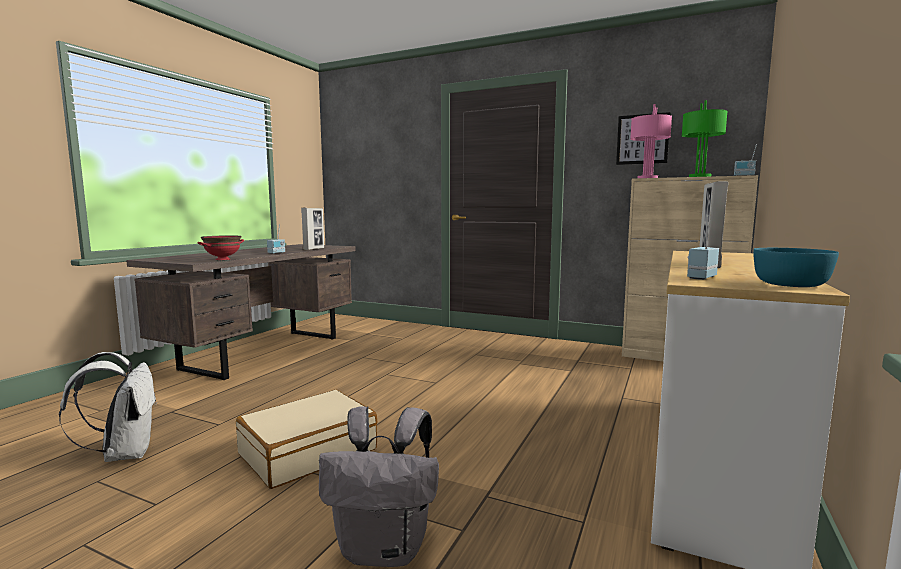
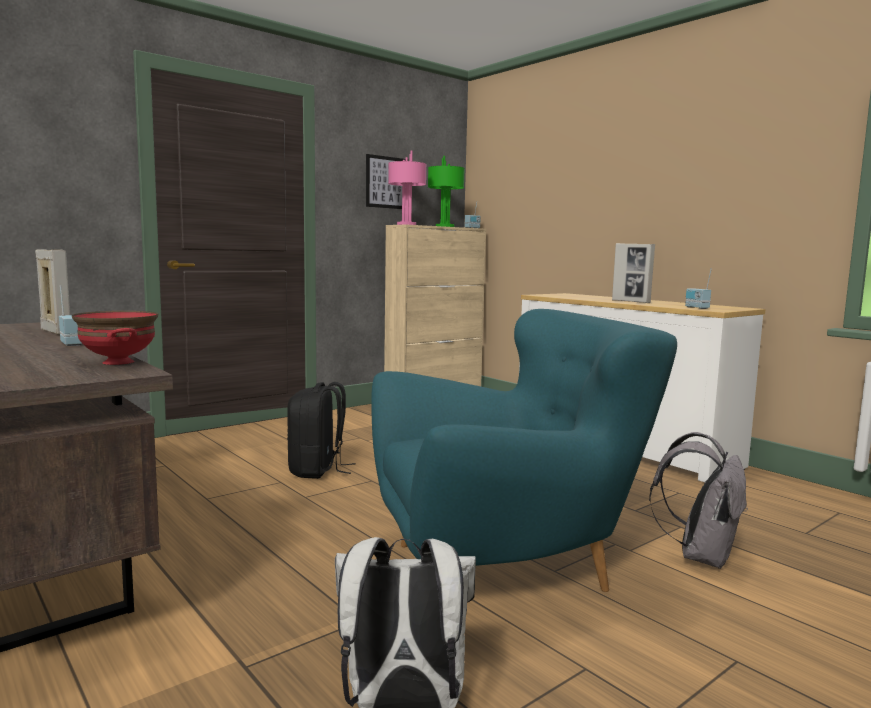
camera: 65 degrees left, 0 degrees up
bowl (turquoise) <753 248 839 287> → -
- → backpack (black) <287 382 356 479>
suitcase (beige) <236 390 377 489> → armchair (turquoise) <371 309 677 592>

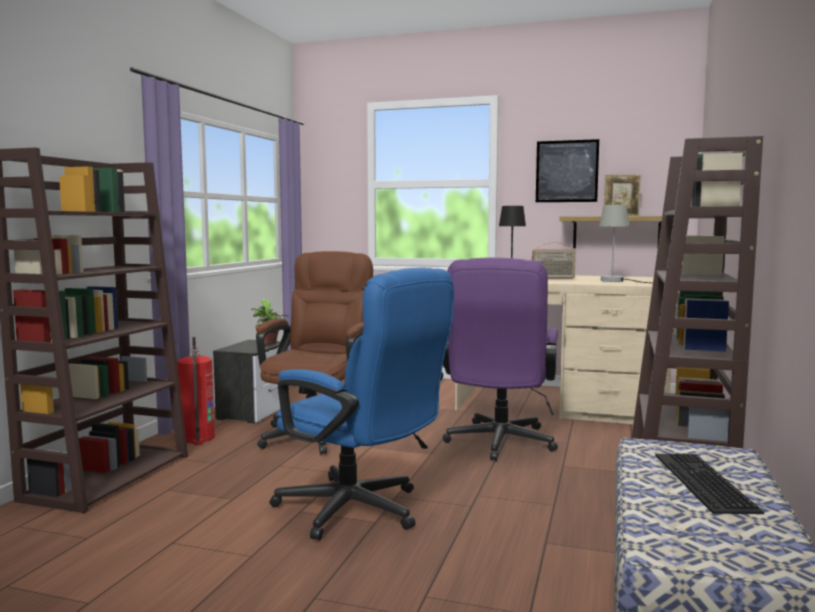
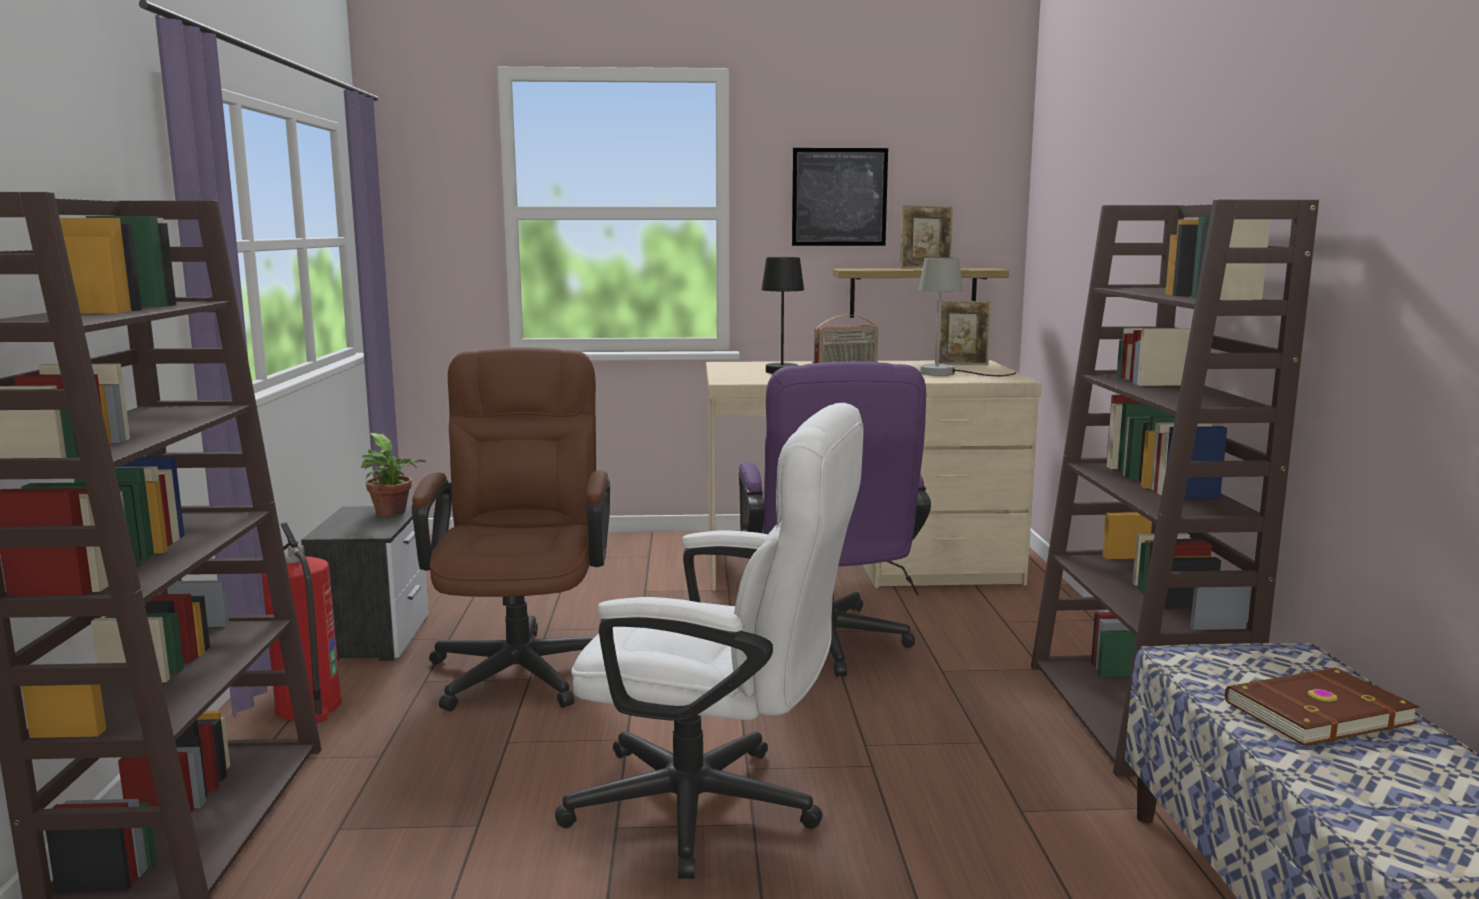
camera: 20 degrees left, 5 degrees up
- → picture frame <935 300 991 365>
keyboard <655 454 764 514> → book (brown) <1225 668 1420 746>
office chair (blue) <270 267 454 540> → office chair (white) <555 403 863 879>

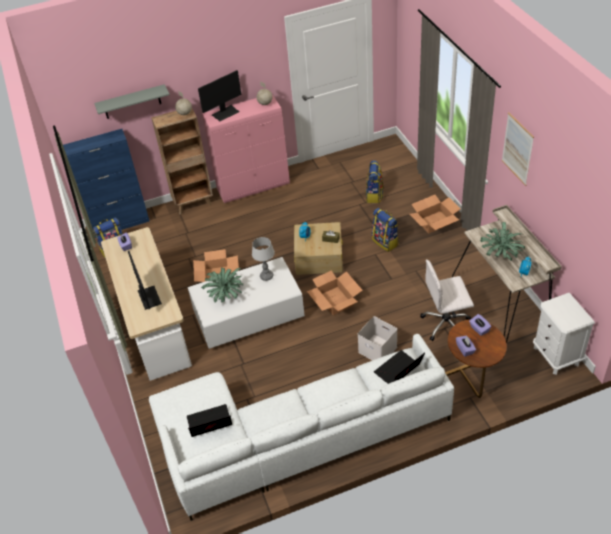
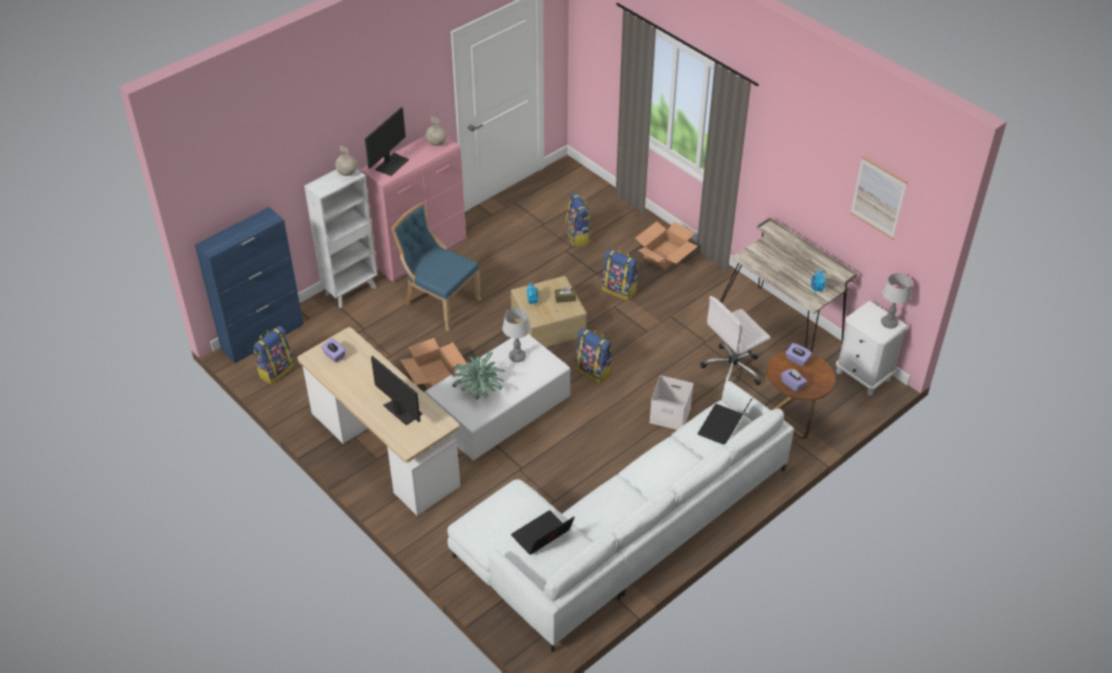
camera: 25 degrees left, 0 degrees up
shelf (grey) <94 84 170 119> → -
potted plant <480 222 525 261> → -
- → chair (blue) <391 202 482 331>
- → table lamp <881 273 912 328>
picture <502 112 534 186> → picture <850 156 907 239>, shifted
cardboard box <307 270 363 315> → backpack <575 328 612 384>
bookcase (brown) <151 109 213 215> → bookcase (white) <304 169 378 308>

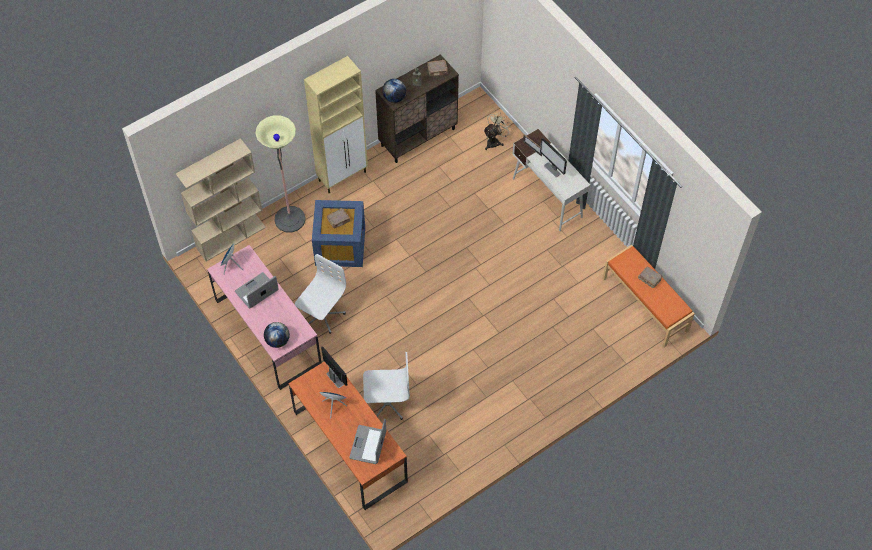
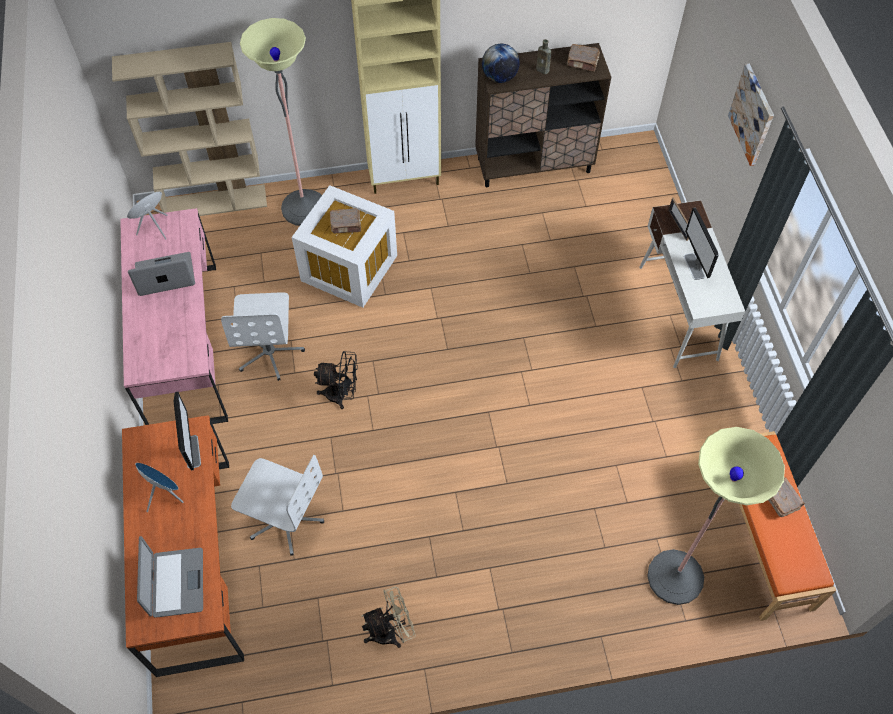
camera: 25 degrees right, 0 degrees up
globe <264 322 290 348> → -
- → fan (black) <314 351 358 409>
- → floor lamp <647 427 785 605>
- → picture <728 64 774 166>
fan (beige) <483 111 512 150> → fan (beige) <361 587 416 648>, shifted
storage box (blue) <312 200 365 267> → storage box (white) <292 185 397 308>
office chair (white) <295 254 346 334> → office chair (white) <221 292 305 381>, 120 degrees clockwise
laptop <349 419 387 464> → laptop <137 536 203 618>, 135 degrees clockwise

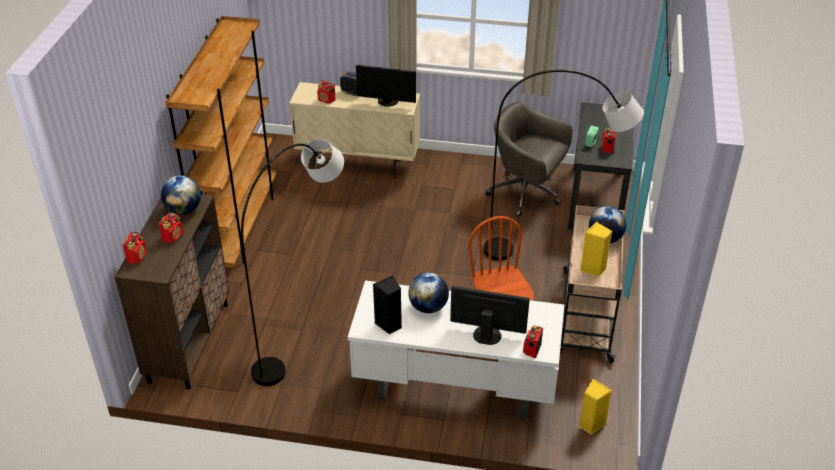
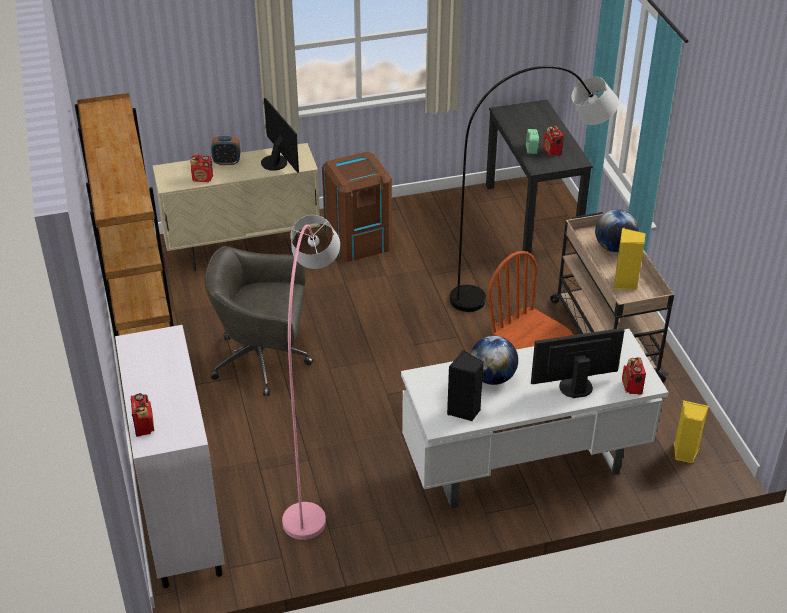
camera: 25 degrees left, 0 degrees up
radio <158 212 183 243> → -
globe <161 175 201 215> → -
- → trash can (brown) <322 152 392 262>
office chair (grey) <485 102 573 217> → office chair (grey) <204 246 313 396>, shifted
cabinet (brown) <115 195 229 389> → cabinet (white) <115 325 225 588>
floor lamp (grey) <241 139 344 386> → floor lamp (pink) <282 215 340 540>
monitor <356 65 416 107> → monitor <261 98 299 173>, 105 degrees counterclockwise

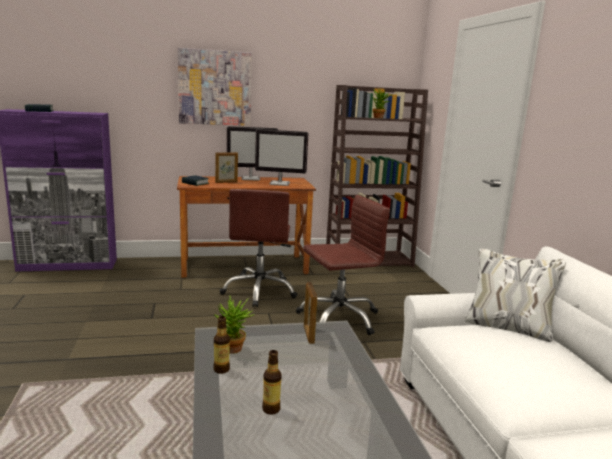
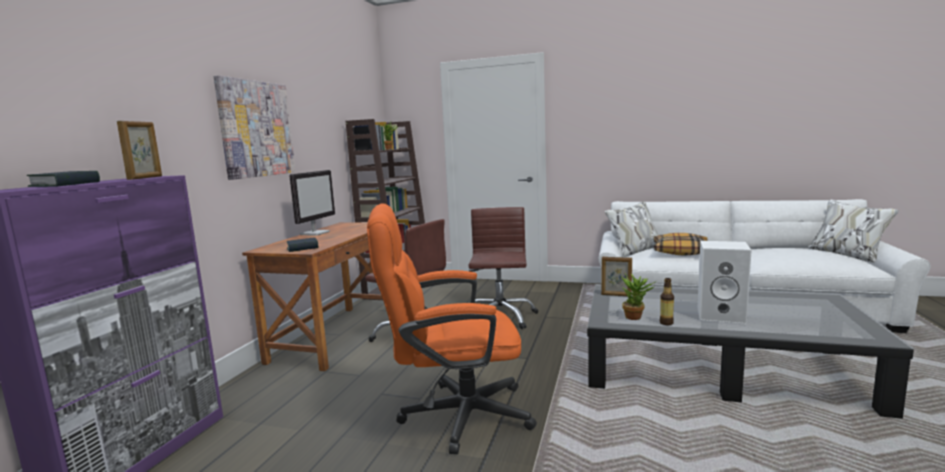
camera: 60 degrees left, 5 degrees down
monitor <255 129 308 186> → -
- → office chair (orange) <367 203 537 454>
- → pillow <654 233 707 255>
picture frame <215 152 238 183> → picture frame <117 121 162 180>, shifted
bottle <262 350 282 415> → speaker (white) <697 241 752 324>

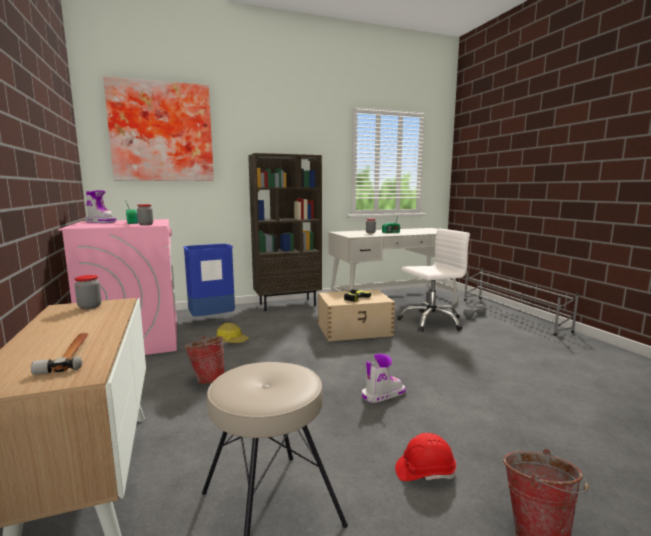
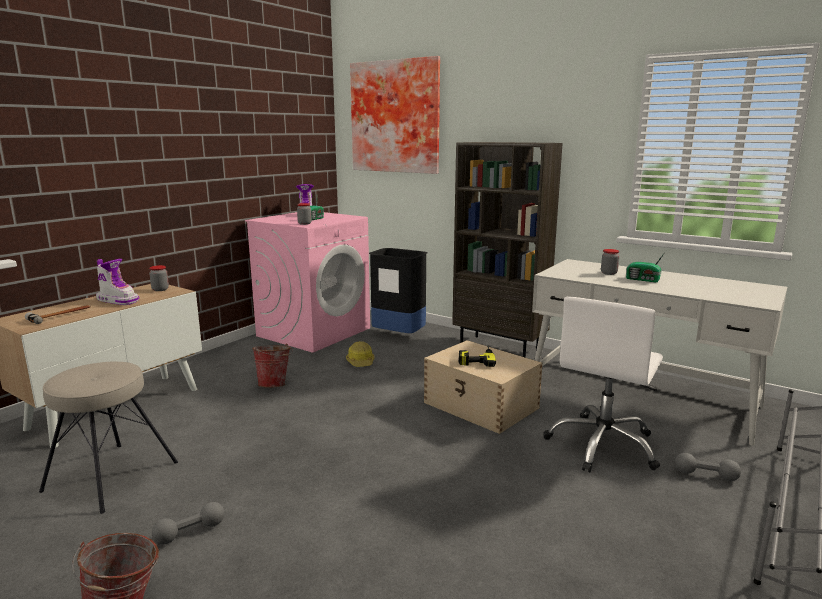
camera: 55 degrees right, 5 degrees up
boot <362 354 406 403> → boot <96 259 139 305>, shifted
hard hat (red) <395 433 456 481> → dumbbell (grey) <152 502 224 545>
trash can (blue) <183 244 235 316> → trash can (black) <369 248 428 333>
office chair (white) <397 229 470 332> → office chair (white) <543 296 663 472>, 90 degrees clockwise

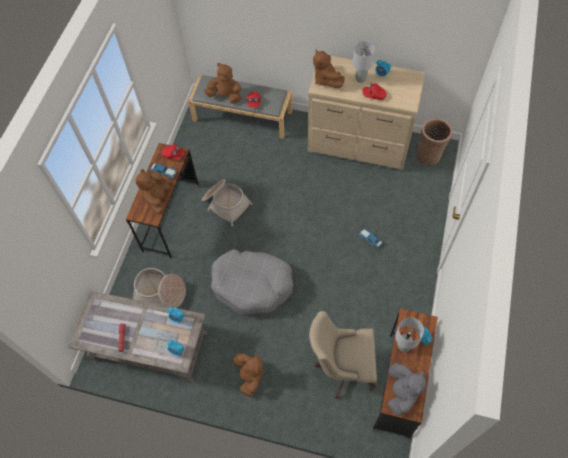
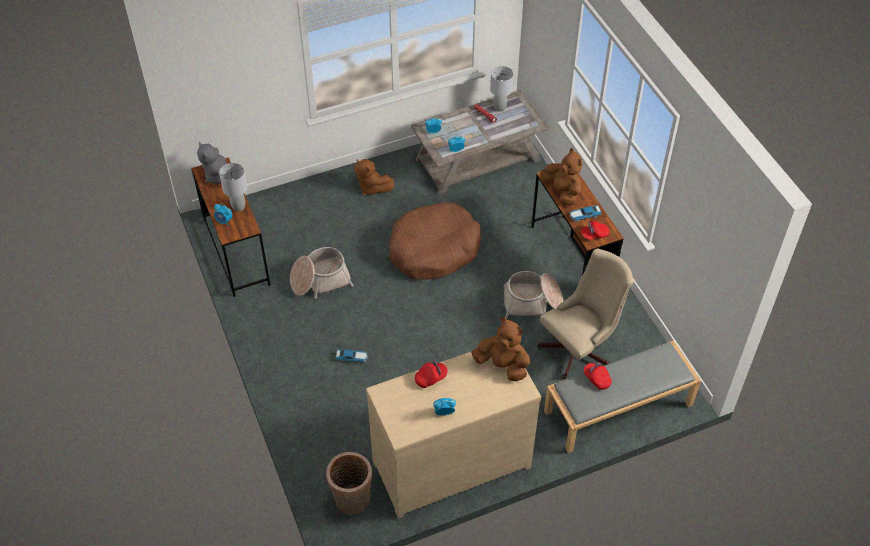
camera: 140 degrees right, 10 degrees down
plush toy (brown) <204 63 241 104> → -
basket <133 268 186 308> → basket <290 247 354 299>, shifted
office chair (beige) <309 311 377 398> → office chair (beige) <537 248 634 379>, shifted
table lamp (grey) <353 41 375 83> → table lamp (grey) <490 66 513 112>, shifted
dog bed (grey) <211 249 294 315> → dog bed (brown) <389 202 481 280>

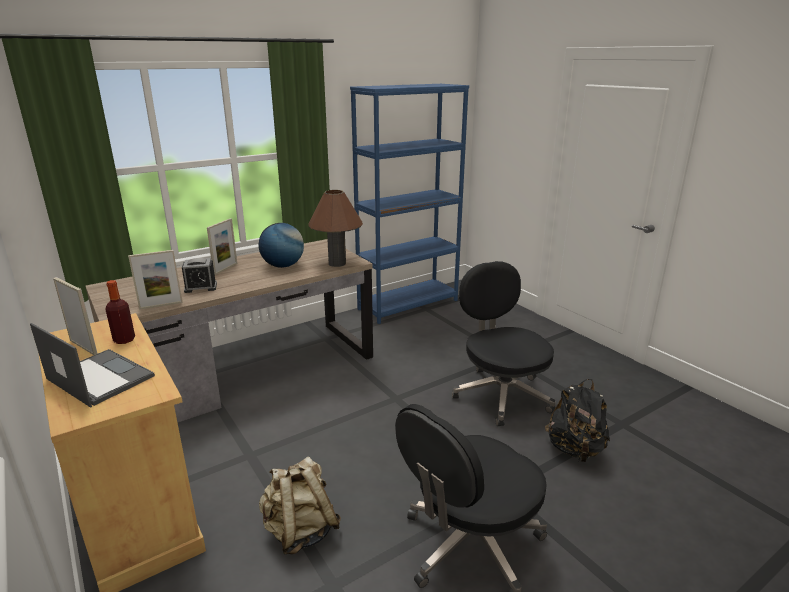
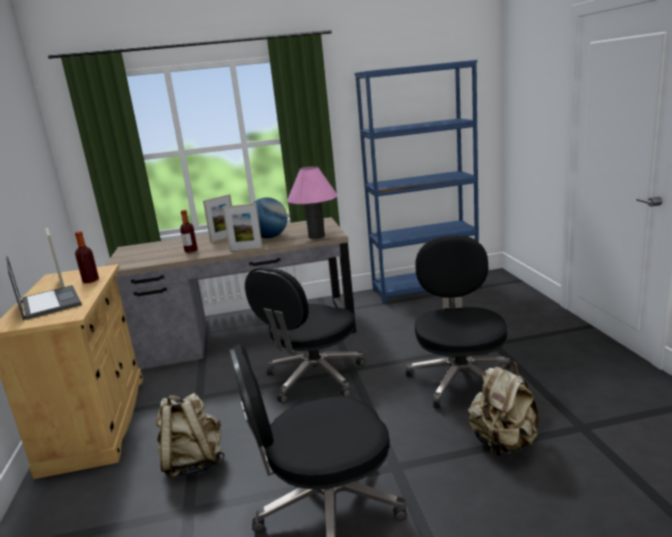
camera: 25 degrees right, 5 degrees down
- → office chair (black) <245 267 365 404>
picture frame <128 250 183 310> → picture frame <222 203 263 252>, shifted
alarm clock <182 258 217 293> → bottle <180 210 197 253>
table lamp (brown) <308 190 363 267> → table lamp (pink) <287 166 338 239>
backpack (black) <545 379 610 462> → backpack (beige) <468 362 539 456>

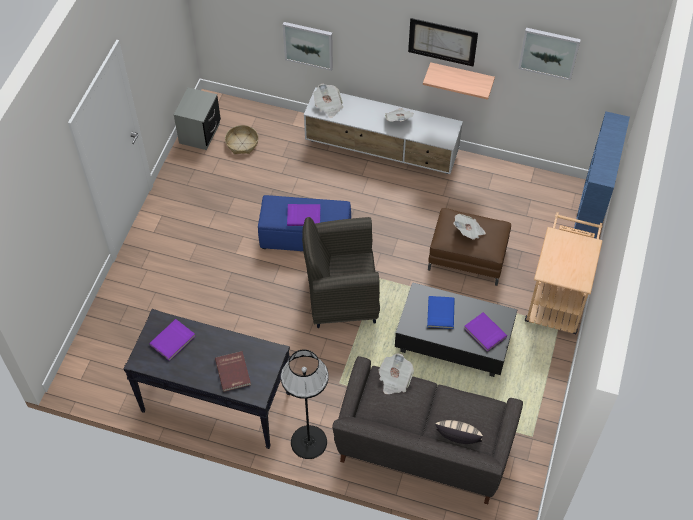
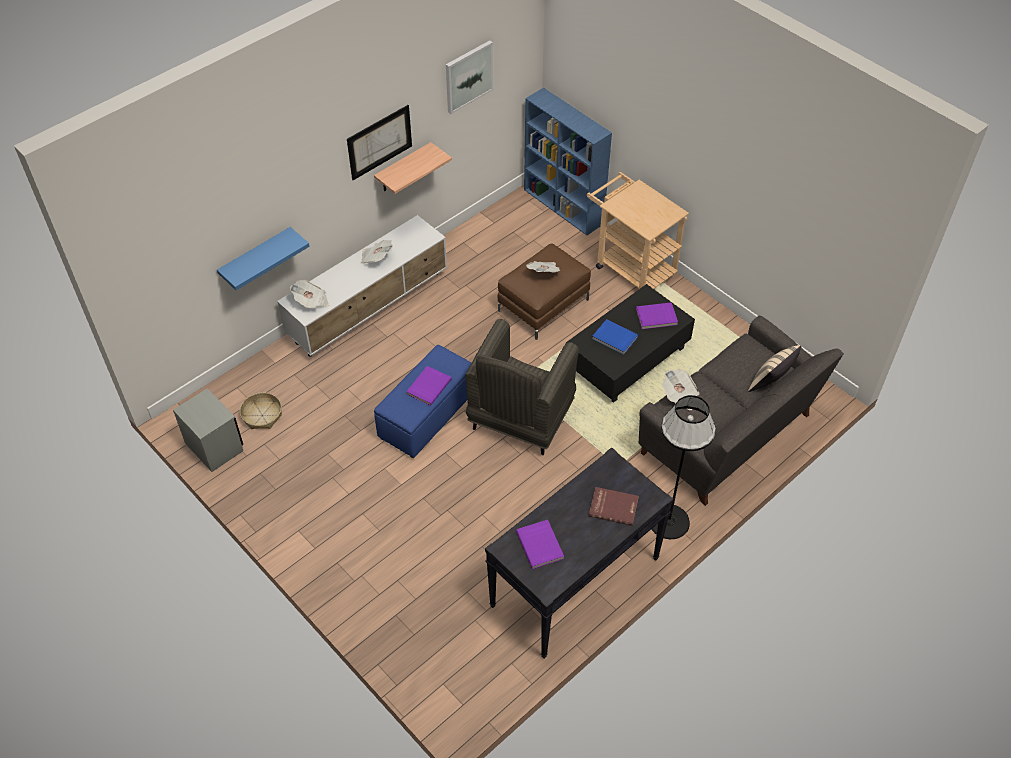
camera: 60 degrees left, 5 degrees down
picture <283 22 333 71> → shelf (blue) <217 227 310 290>

